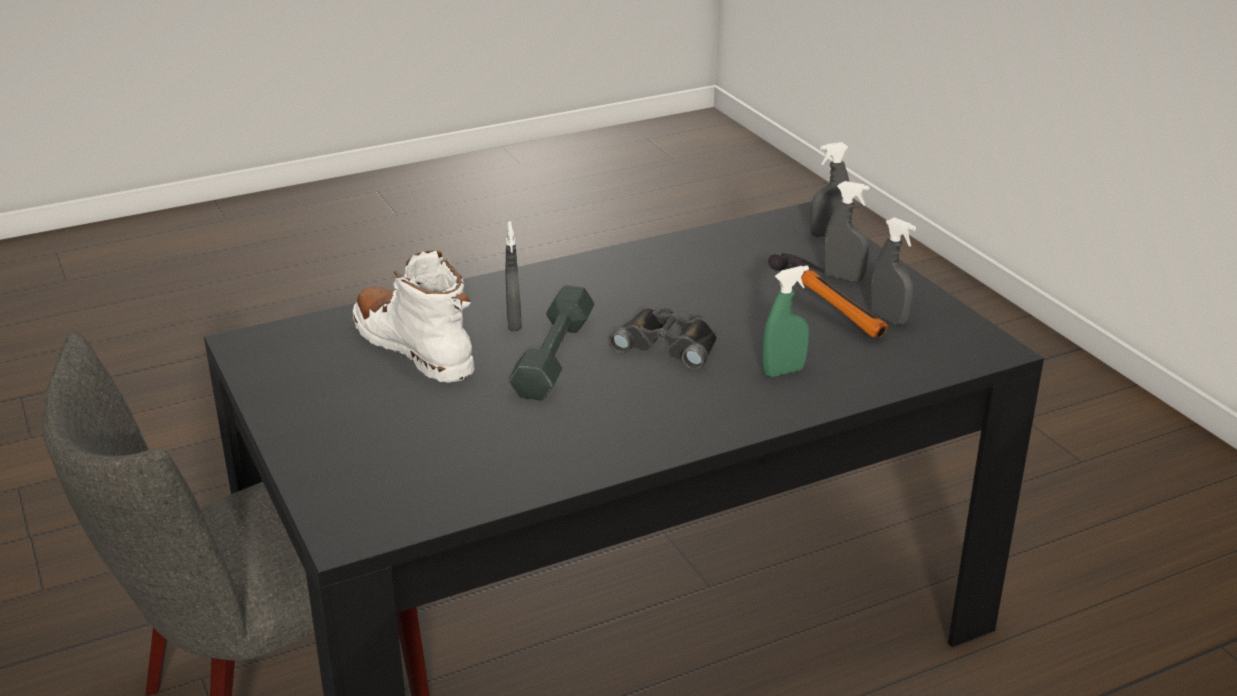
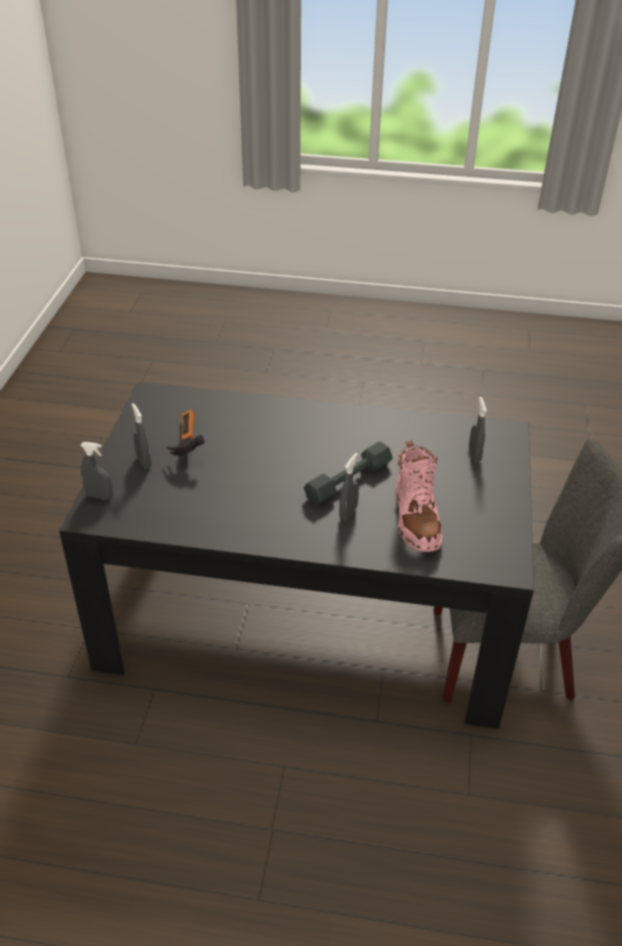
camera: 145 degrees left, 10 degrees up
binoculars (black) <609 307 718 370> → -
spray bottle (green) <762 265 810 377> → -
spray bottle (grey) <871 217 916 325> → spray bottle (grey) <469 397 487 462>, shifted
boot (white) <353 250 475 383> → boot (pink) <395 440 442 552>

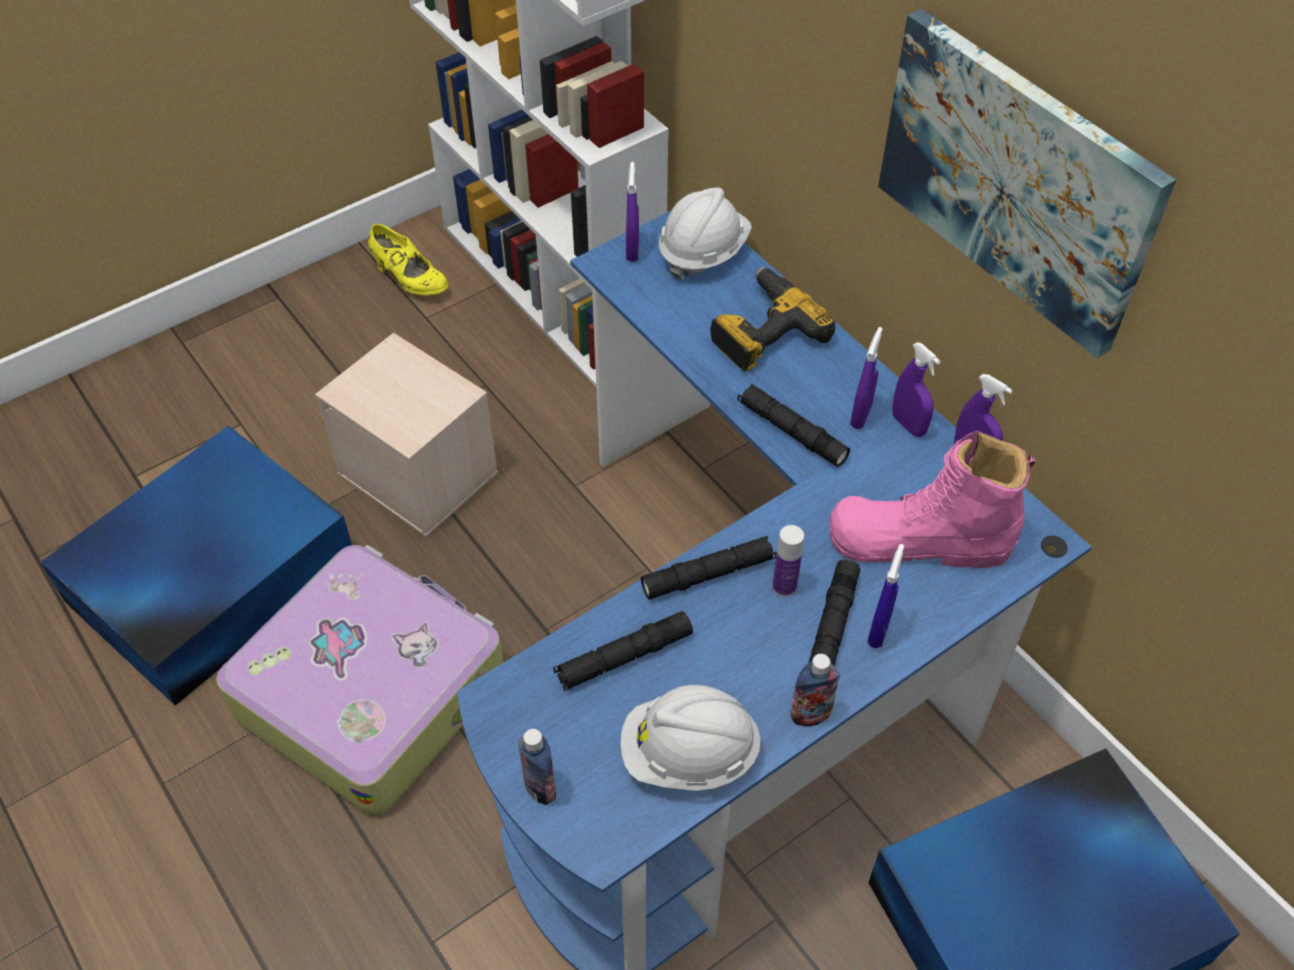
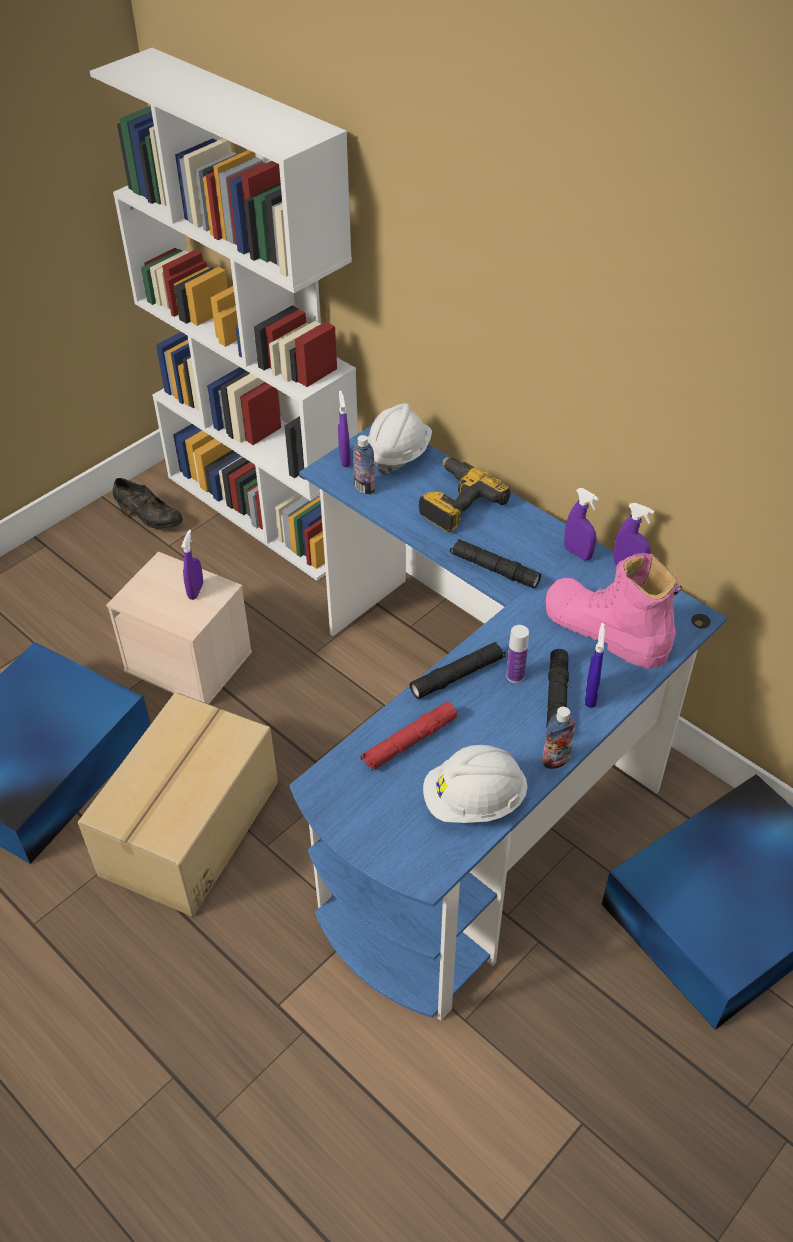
camera: 10 degrees left, 5 degrees down
picture <878 9 1176 358> → -
bottle <518 729 556 805> → bottle <353 435 375 494>, shifted
spray bottle (purple) <850 327 883 429> → spray bottle (purple) <181 530 203 600>, shifted
suitcase <216 545 504 815> → cardboard box <78 692 278 917>
shoe (yellow) <368 224 448 295> → shoe (black) <113 478 183 529>
flashlight (black) <553 611 693 691> → flashlight (red) <360 702 457 771>
boot (pink) <829 431 1035 568> → boot (pink) <546 553 682 669>, 45 degrees clockwise

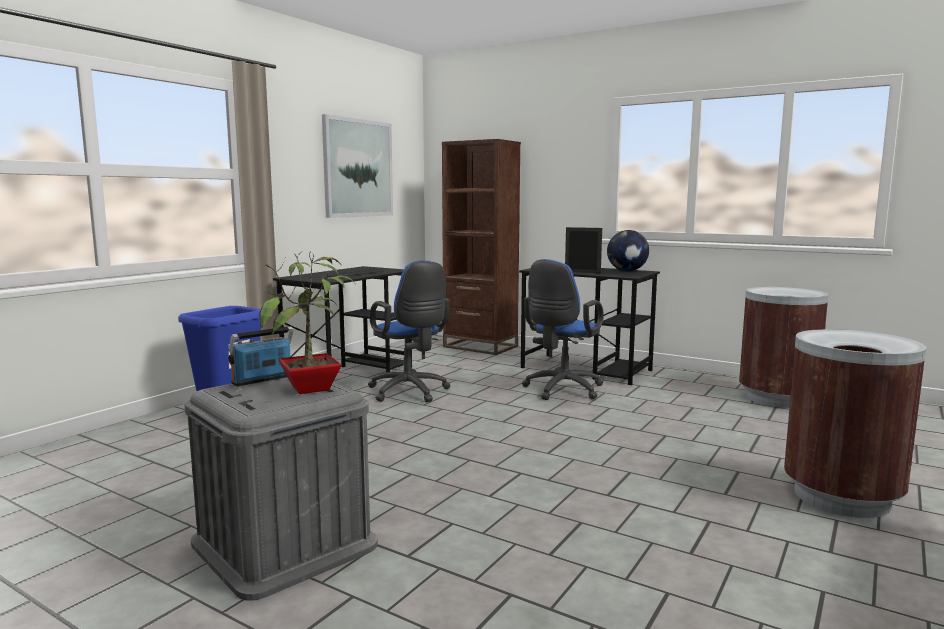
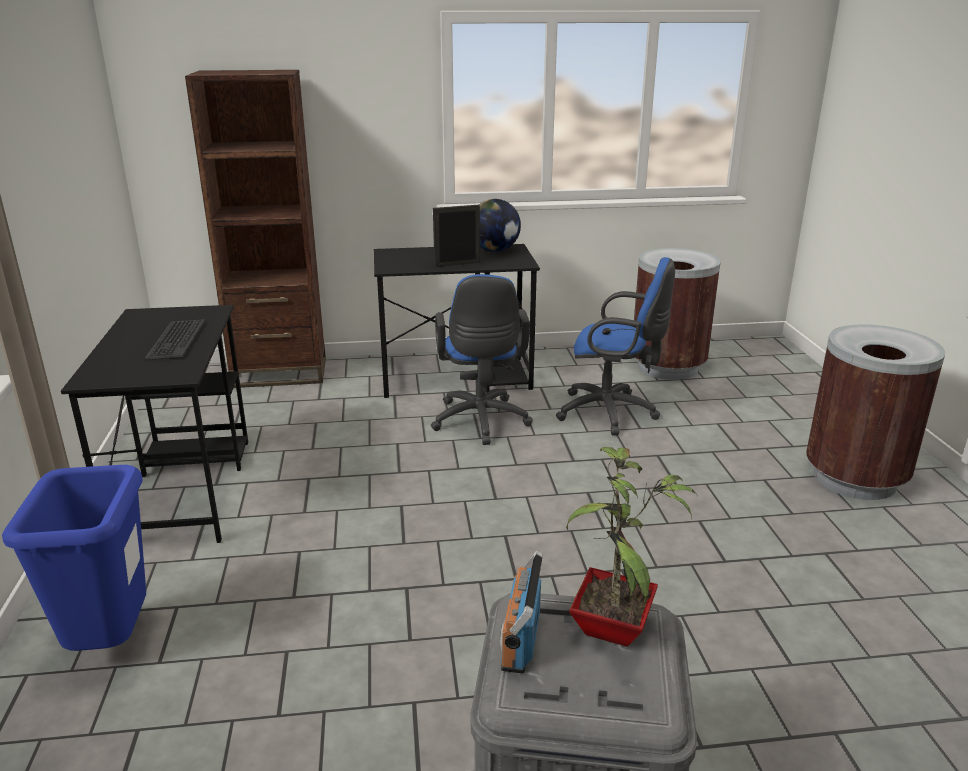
camera: 40 degrees left, 15 degrees up
picture <322 114 393 218> → -
office chair (blue) <368 260 450 402> → office chair (blue) <556 257 675 435>, shifted

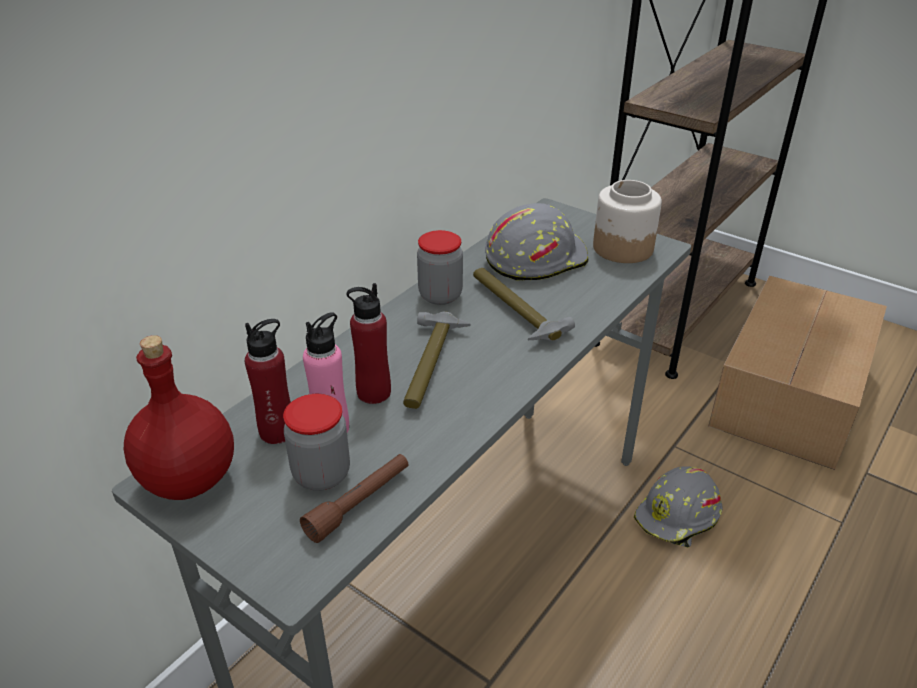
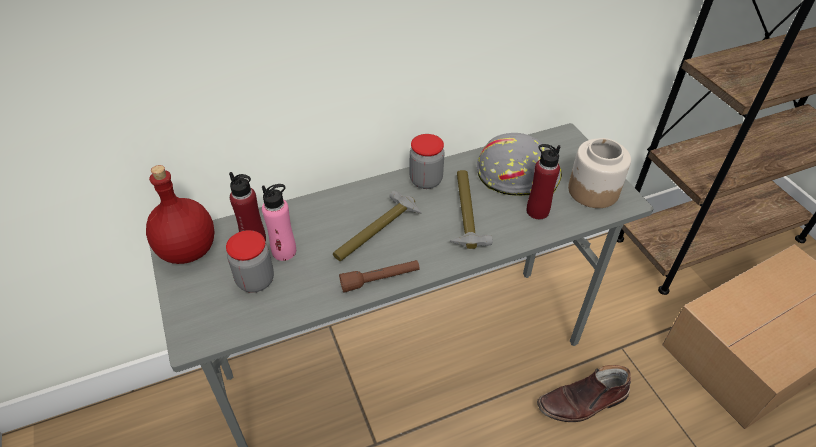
camera: 30 degrees right, 10 degrees up
flashlight (brown) <300 454 409 543> → flashlight (brown) <339 260 420 293>, shifted
bottle (red) <347 283 391 404> → bottle (red) <527 144 560 219>, shifted
hard hat (grey) <634 467 722 548> → boot (brown) <537 365 631 422>

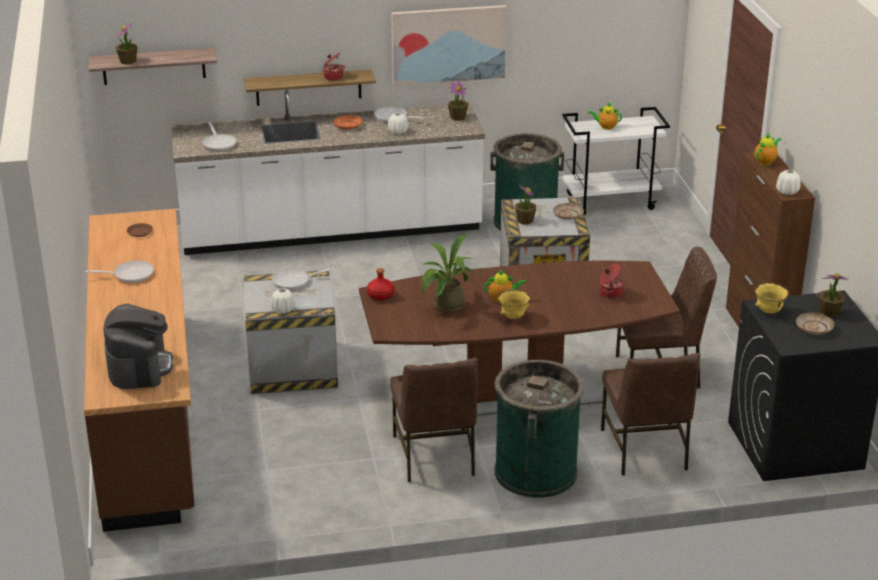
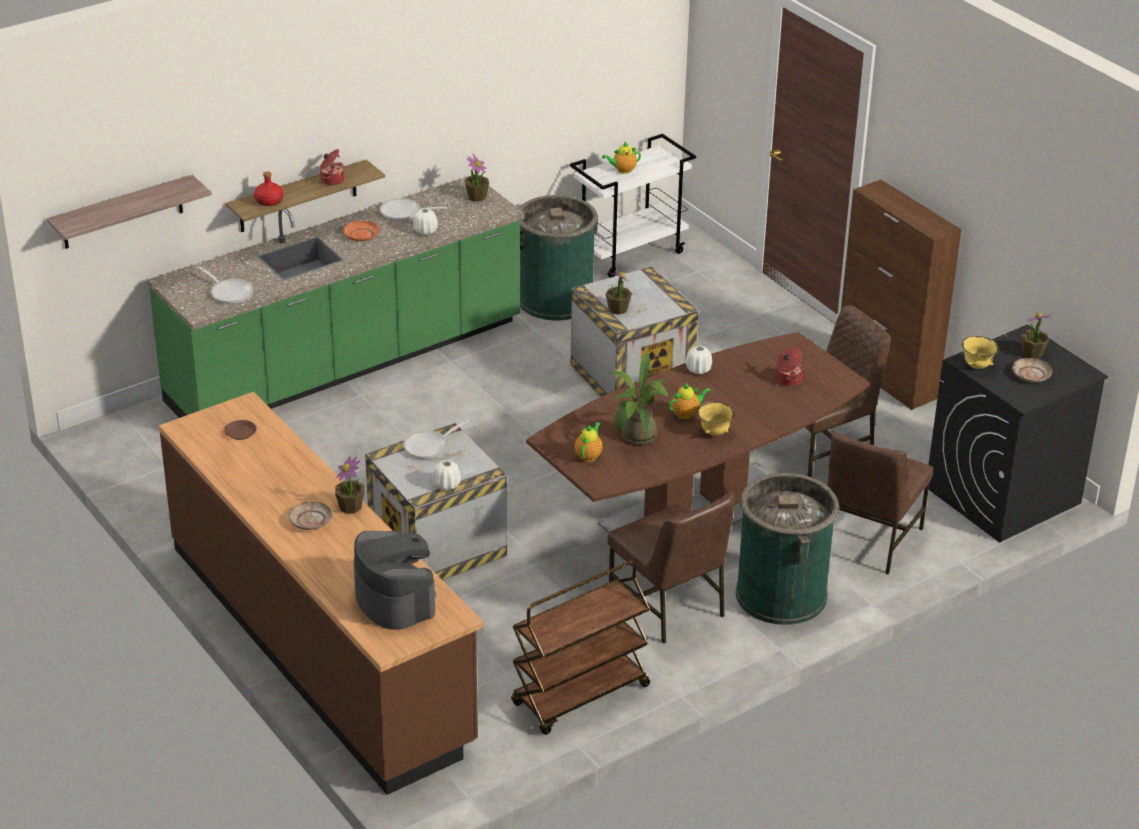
camera: 25 degrees left, 5 degrees up
frying pan <85 260 154 283> → -
picture <392 5 507 86> → -
- → cart (brown) <511 560 650 735>
potted plant <115 23 138 65> → potted plant <335 456 365 514>, shifted
bottle (red) <367 268 395 300> → bottle (red) <254 172 284 206>, shifted
plate (beige) <553 203 584 220> → plate (beige) <289 501 332 530>, shifted
teapot <754 133 781 166> → teapot <574 422 603 462>, shifted
vase (white) <776 170 801 195> → vase (white) <686 346 712 374>, shifted
counter (white) <171 90 485 255> → counter (green) <147 175 525 418>
chair (brown) <601 353 700 476> → chair (brown) <827 431 933 574>, 60 degrees clockwise

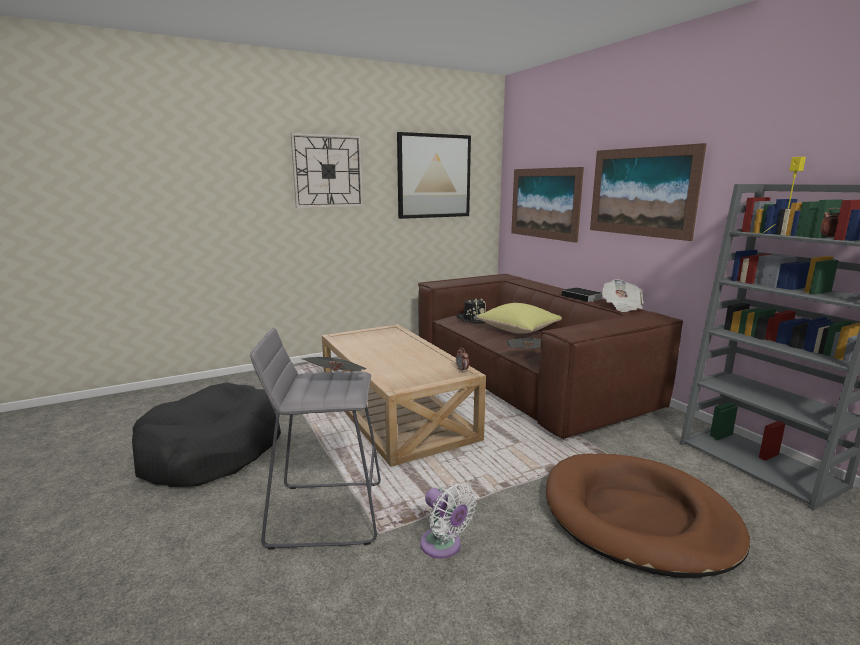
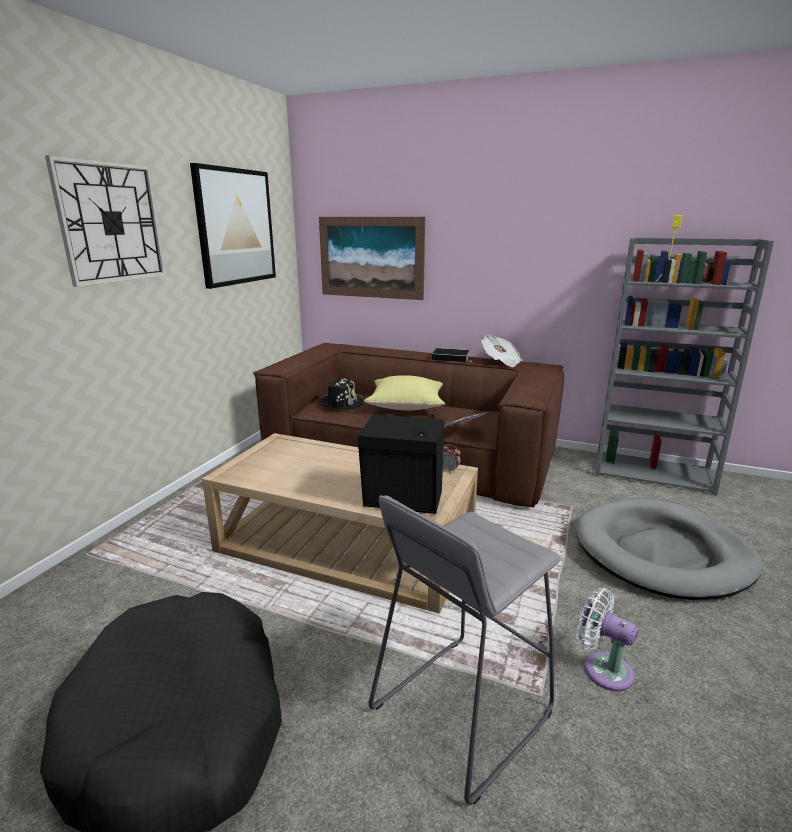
camera: 40 degrees left, 5 degrees up
newspaper <302 357 366 371> → -
picture <590 143 707 241> → -
- → speaker (black) <358 412 444 514>
dog bed (brown) <546 454 750 578> → dog bed (grey) <576 499 763 600>
fan (white) <420 483 476 558> → fan (white) <577 588 638 692>, 150 degrees counterclockwise

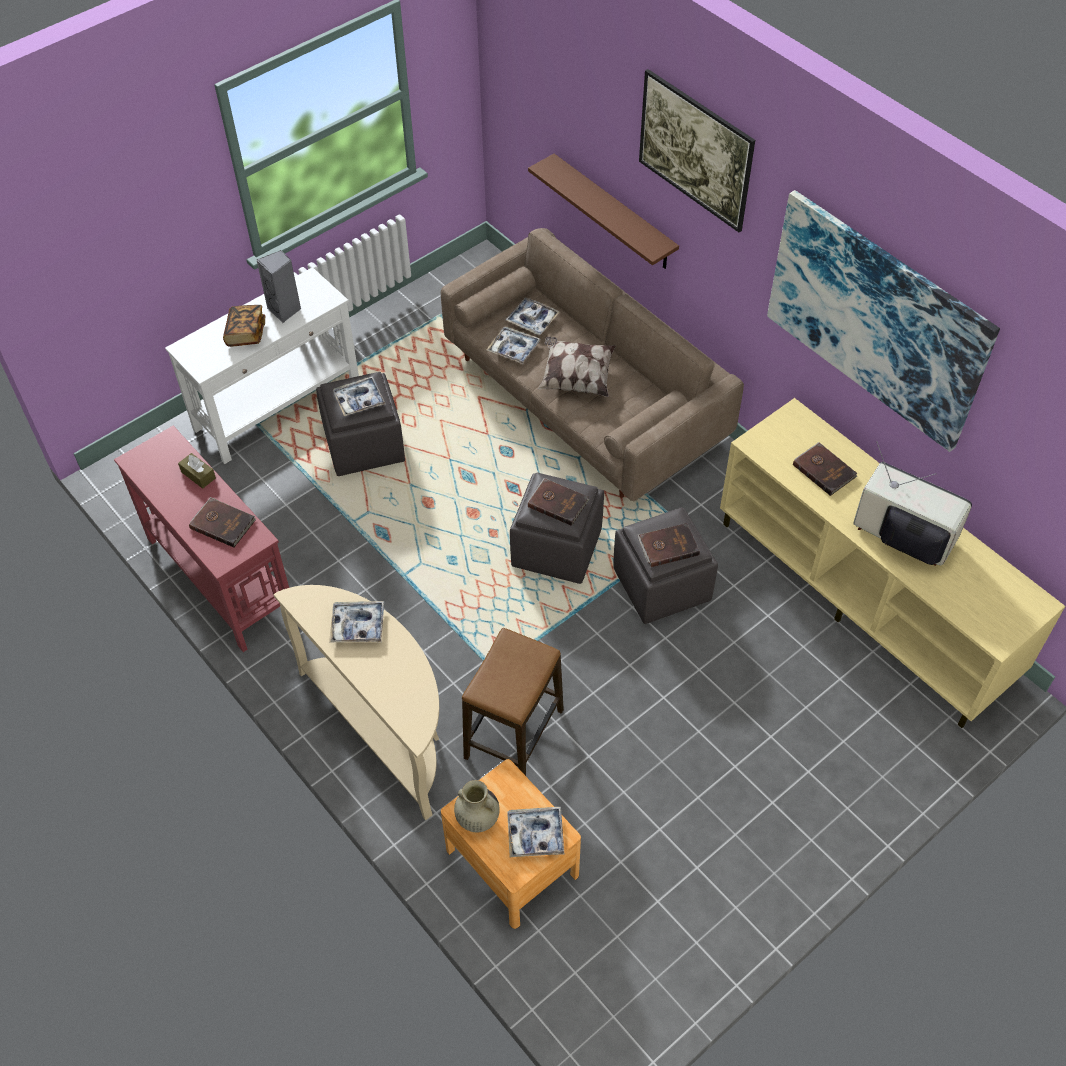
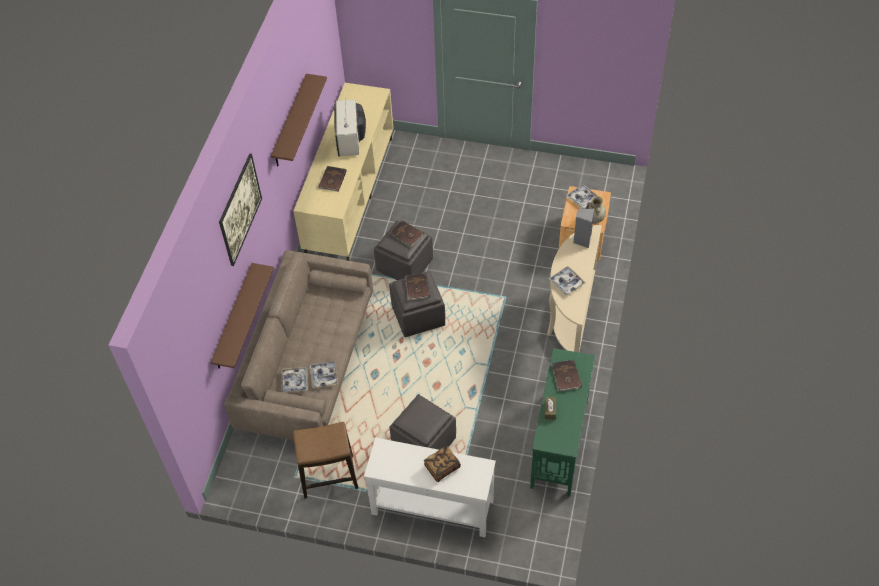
camera: 125 degrees left, 0 degrees up
tray <333 377 385 416> → -
pillow <538 337 616 397> → -
speaker (grey) <257 250 301 323> → speaker (grey) <573 209 594 248>, shifted
stool <462 628 564 776> → stool <293 422 358 499>, shifted
picture <767 190 1000 452> → shelf (brown) <271 74 327 166>
console table (red) <114 426 289 652> → console table (green) <530 348 595 496>

